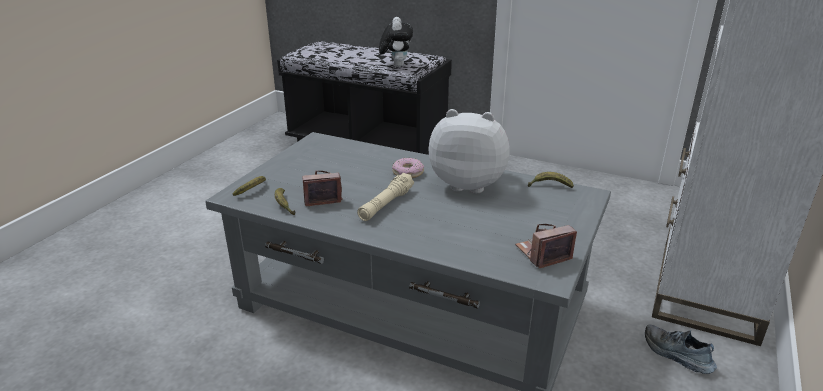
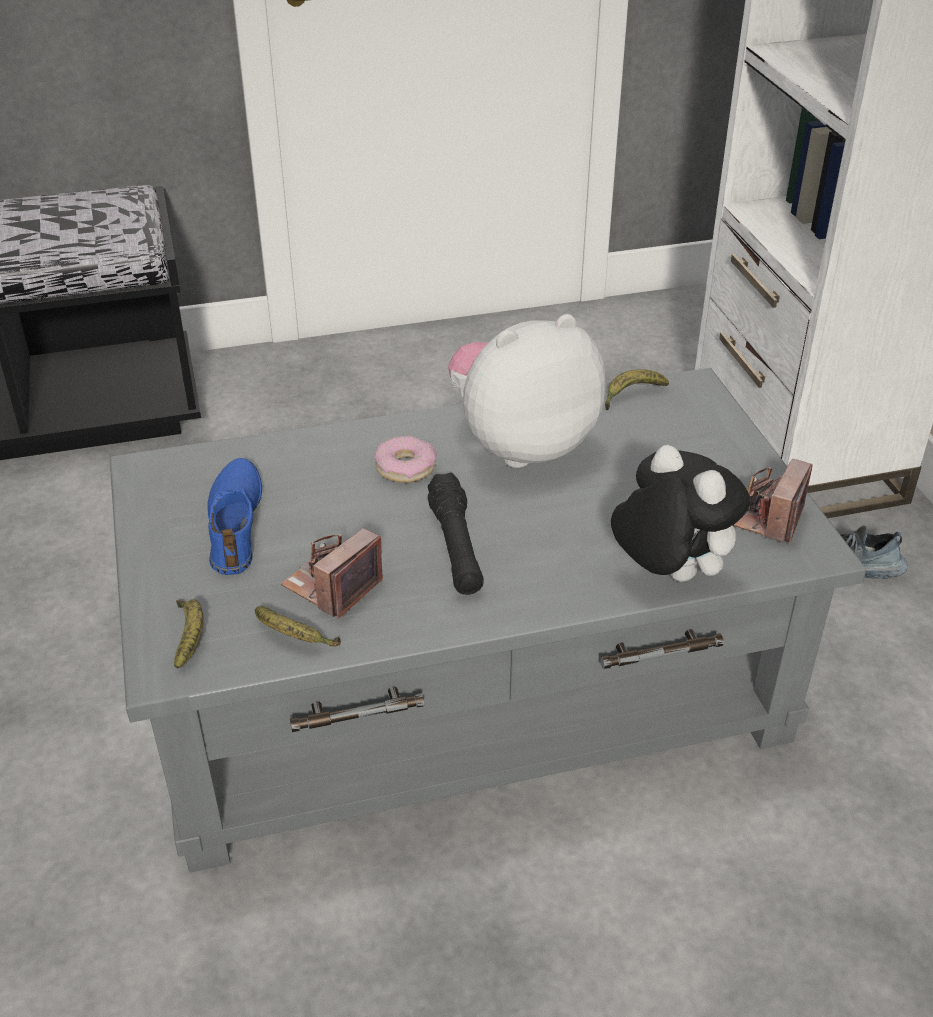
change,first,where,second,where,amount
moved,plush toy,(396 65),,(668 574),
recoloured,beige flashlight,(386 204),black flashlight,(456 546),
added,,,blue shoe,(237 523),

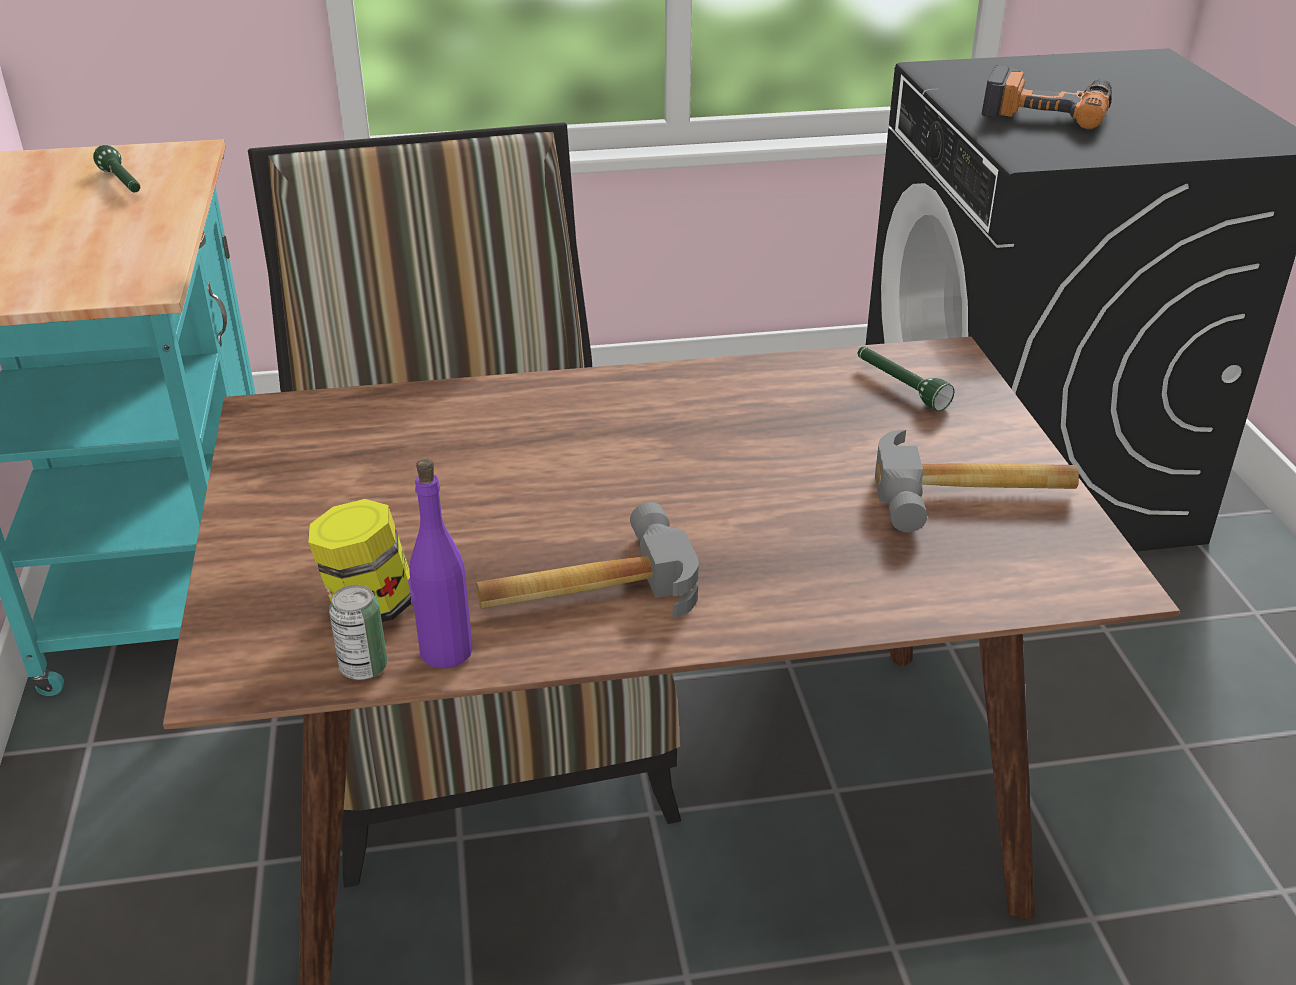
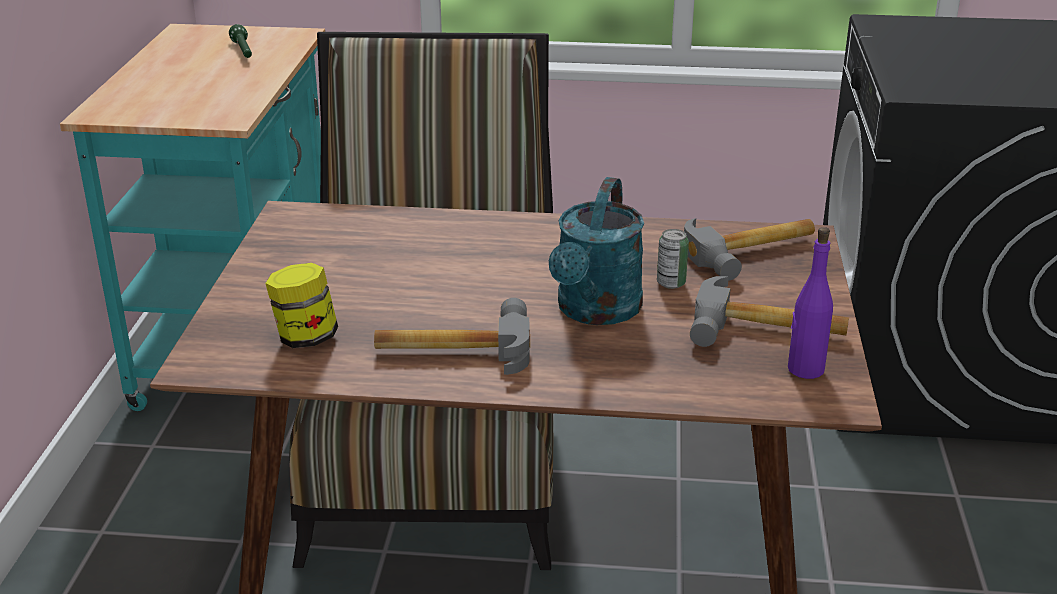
change,first,where,second,where,amount
removed,power drill,(1046 110),,,
replaced,green flashlight,(899 386),hammer,(754 252),
moved,purple bottle,(445 651),,(805 369),
moved,can,(363 667),,(671 283),
added,,,turquoise watering can,(595 312),

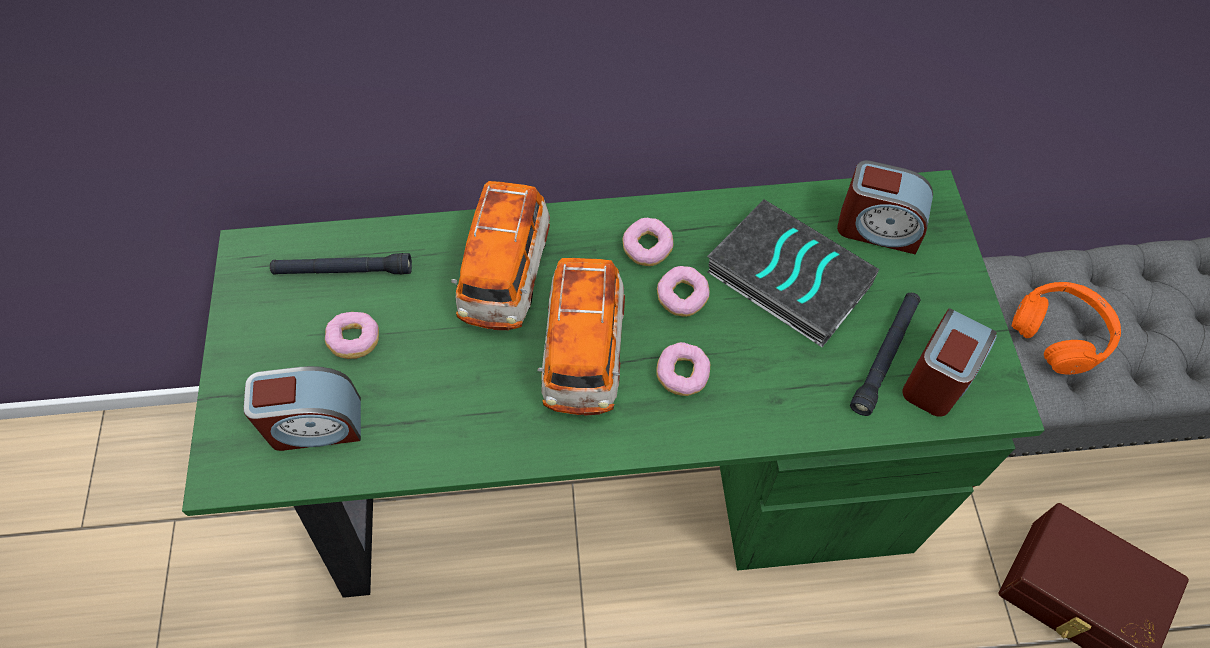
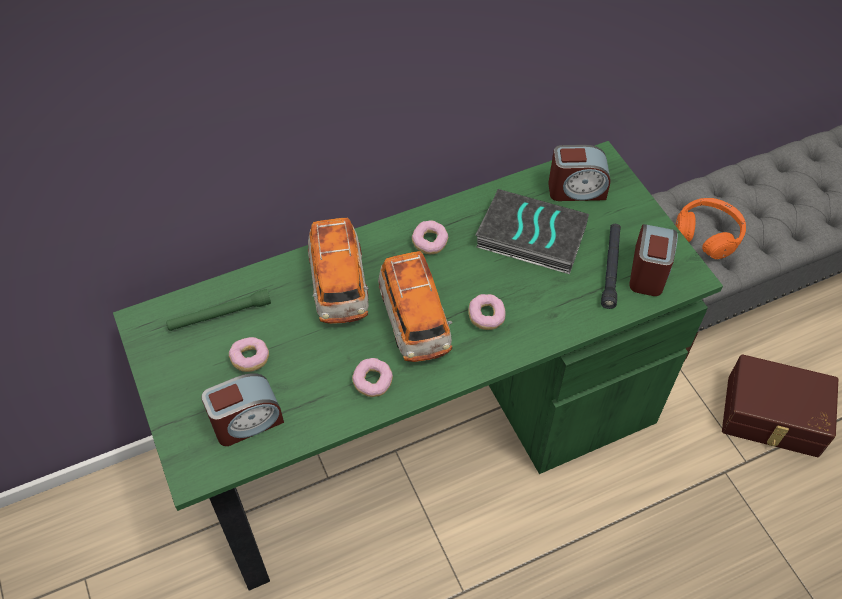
change,first,where,second,where,amount
recoloured,black flashlight,(343 271),green flashlight,(220 315),
moved,donut,(682 297),,(372 382),

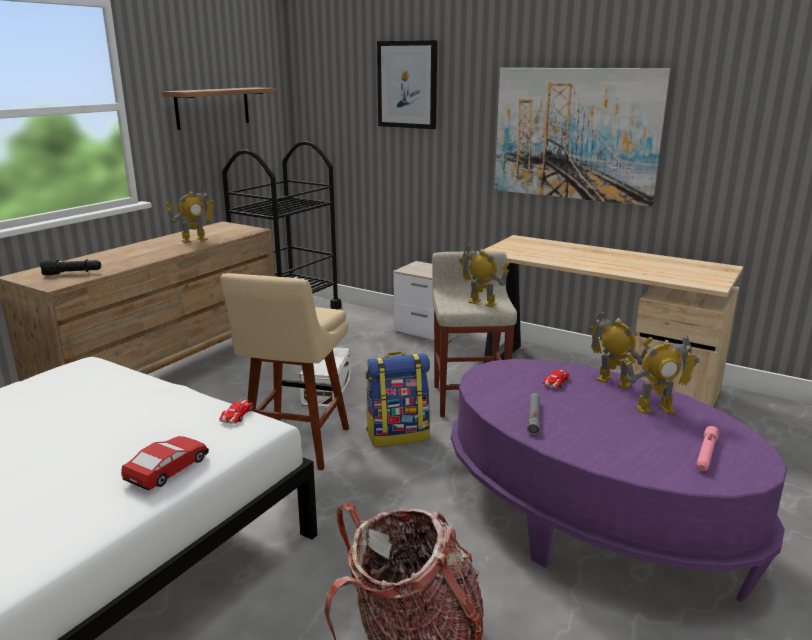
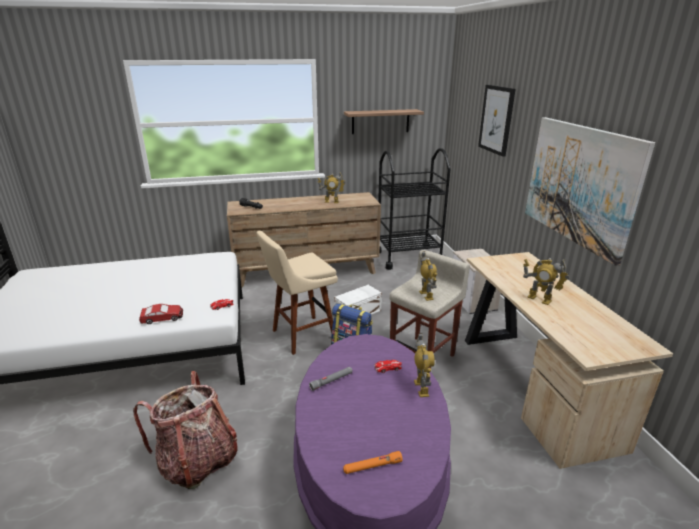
change,first,where,second,where,amount
moved,toy robot,(655 409),,(539 299),
recoloured,pink flashlight,(706 454),orange flashlight,(372 466),

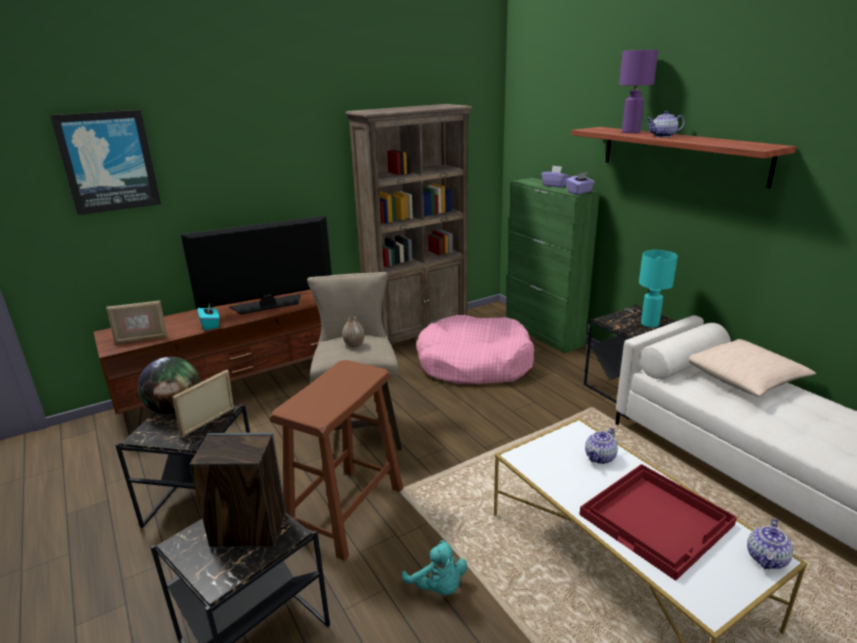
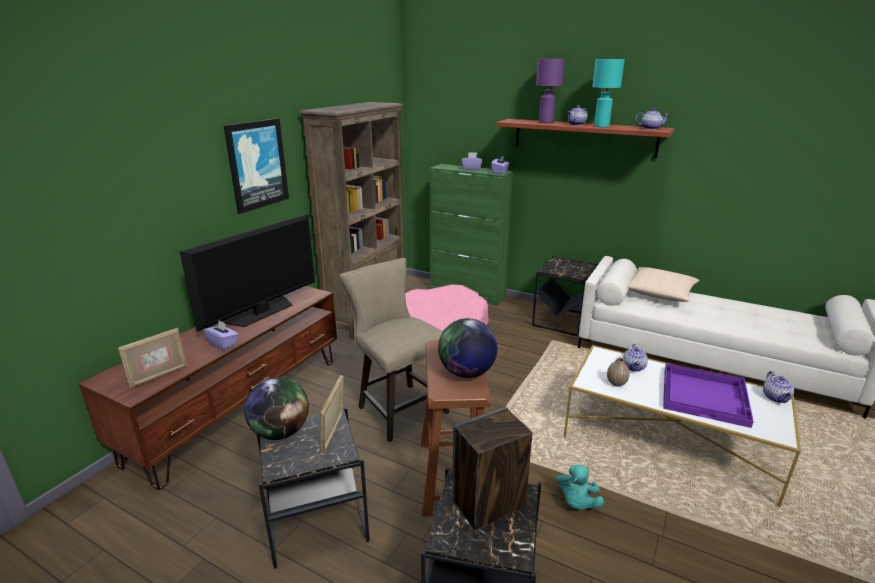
change,first,where,second,where,amount
moved,picture,(108 162),,(257 164),
moved,turquoise table lamp,(649 324),,(601 126),
recoloured,turquoise tissue box,(210 325),purple tissue box,(223 344),
moved,vase,(354 344),,(616 383),
recoloured,red tray,(657 519),purple tray,(705 395),
turned,turquoise plush toy,(438 587),,(577 503),90 degrees clockwise
added,,,teapot,(650 128),
added,,,globe,(466 373),

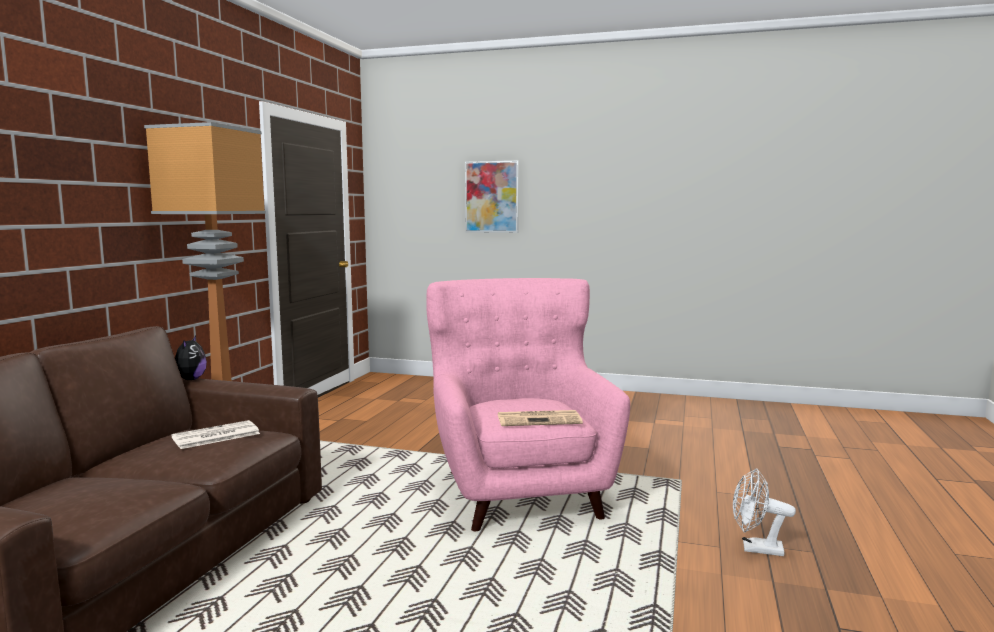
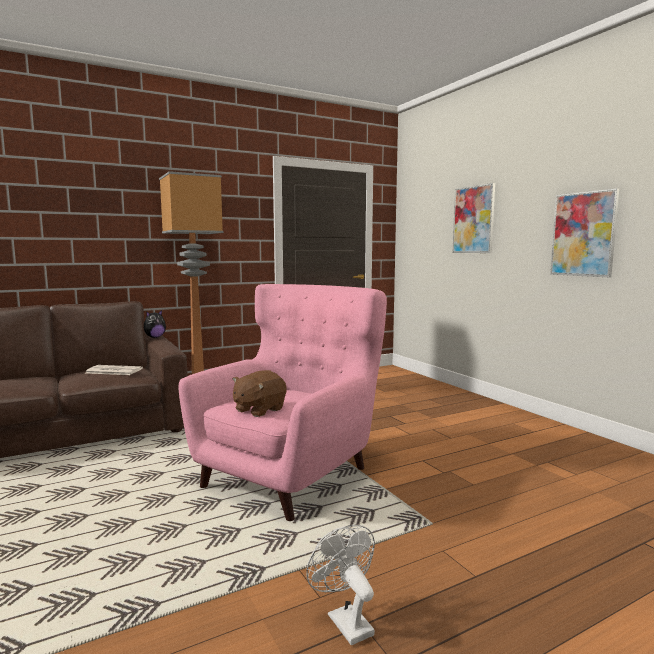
change,first,where,second,where,amount
replaced,newspaper,(540 419),brown plush toy,(259 410),
added,,,picture,(583 234),

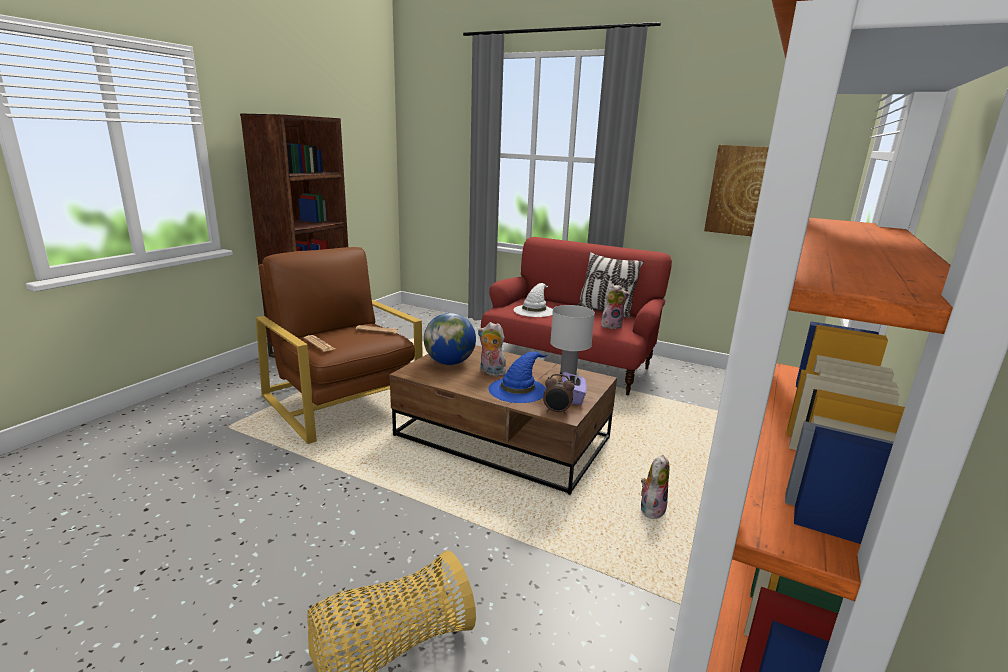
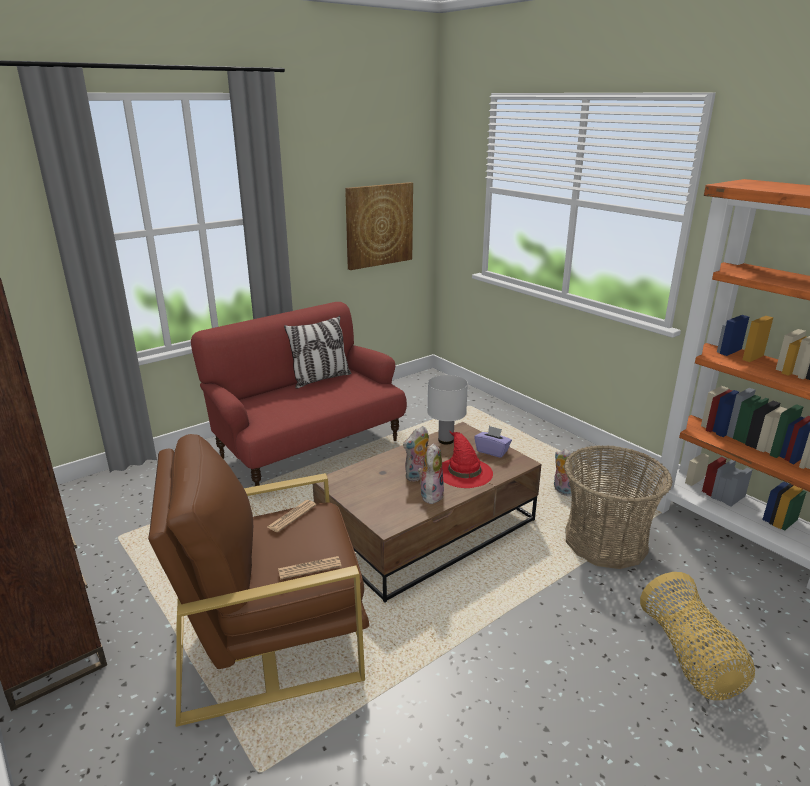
change,first,where,second,where,amount
removed,white hat,(534 310),,,
moved,plush toy,(612 325),,(430 494),
removed,globe,(449 362),,,
recoloured,blue hat,(518 389),red hat,(463 472),
removed,alarm clock,(557 412),,,
added,,,basket,(605 541),

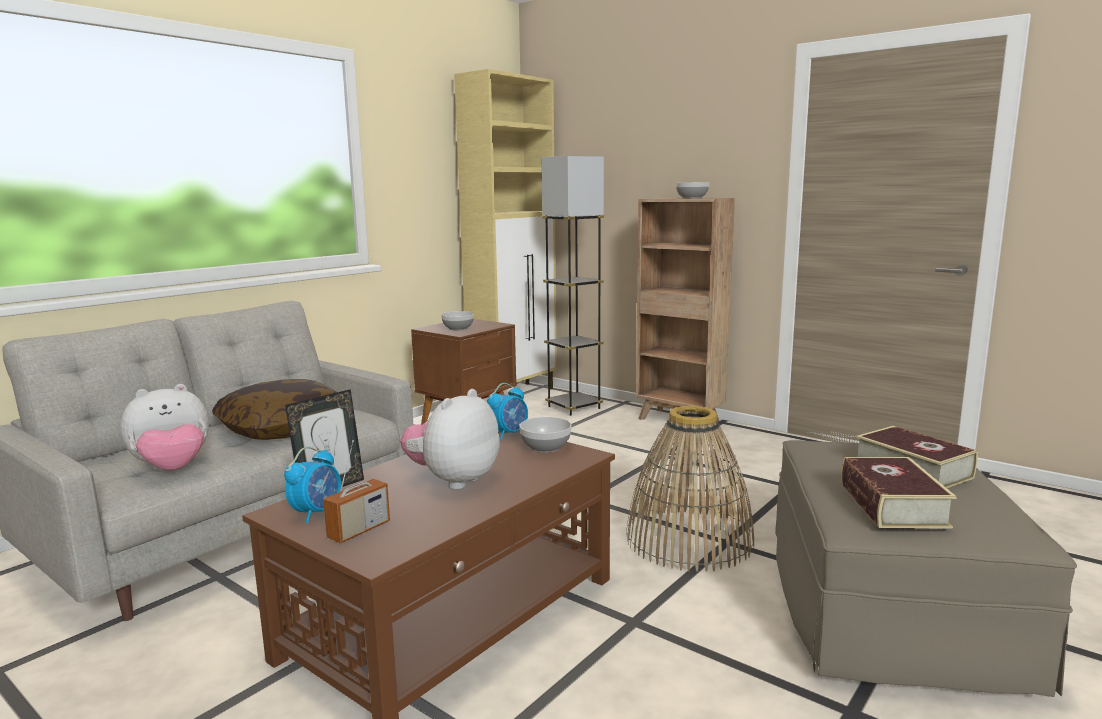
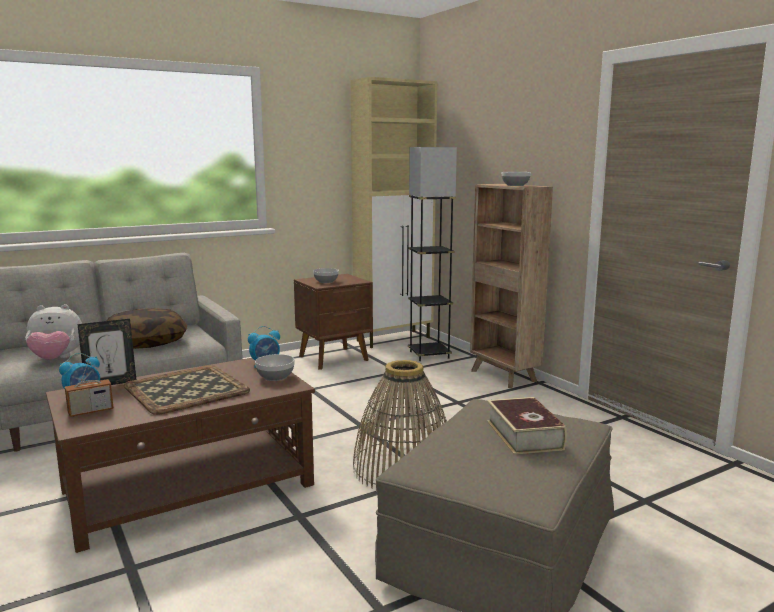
change,first,where,second,where,amount
replaced,plush toy,(453 480),tray,(185 390),
removed,book,(892 505),,,

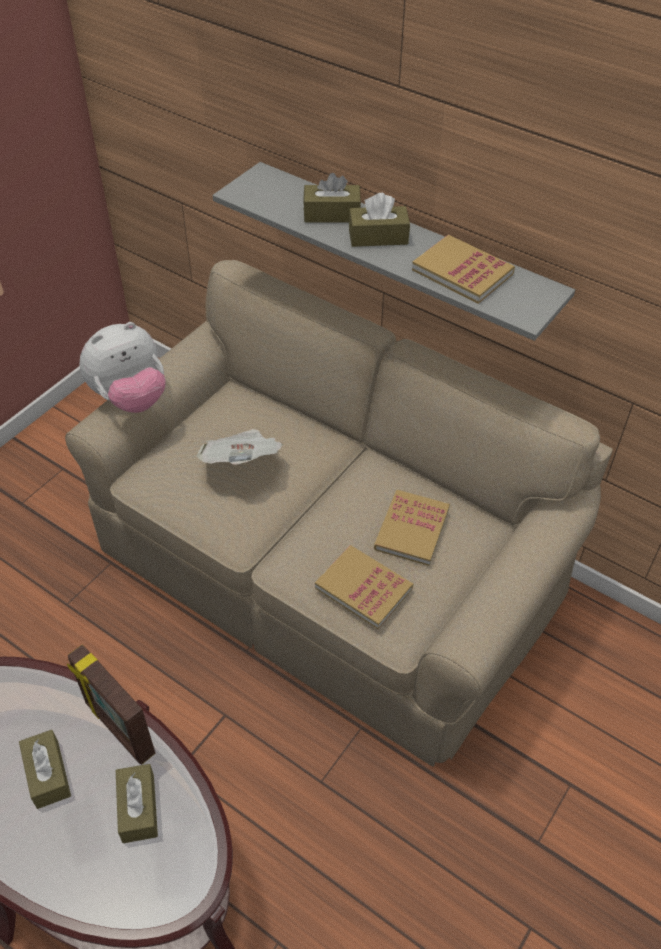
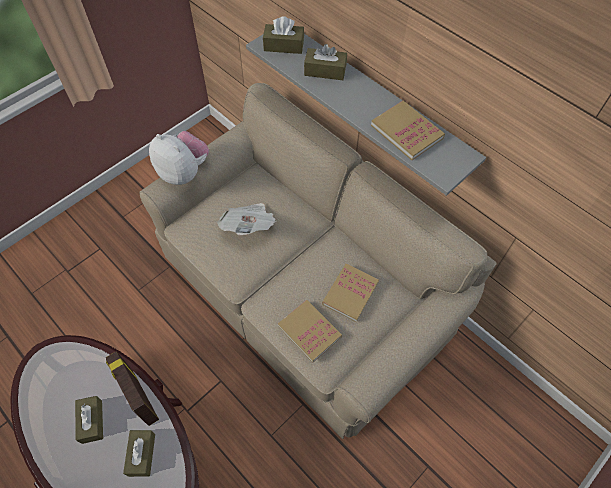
change,first,where,second,where,amount
moved,brown tissue box,(378 237),,(283 46),
turned,plush toy,(130 398),,(184 172),120 degrees counterclockwise

